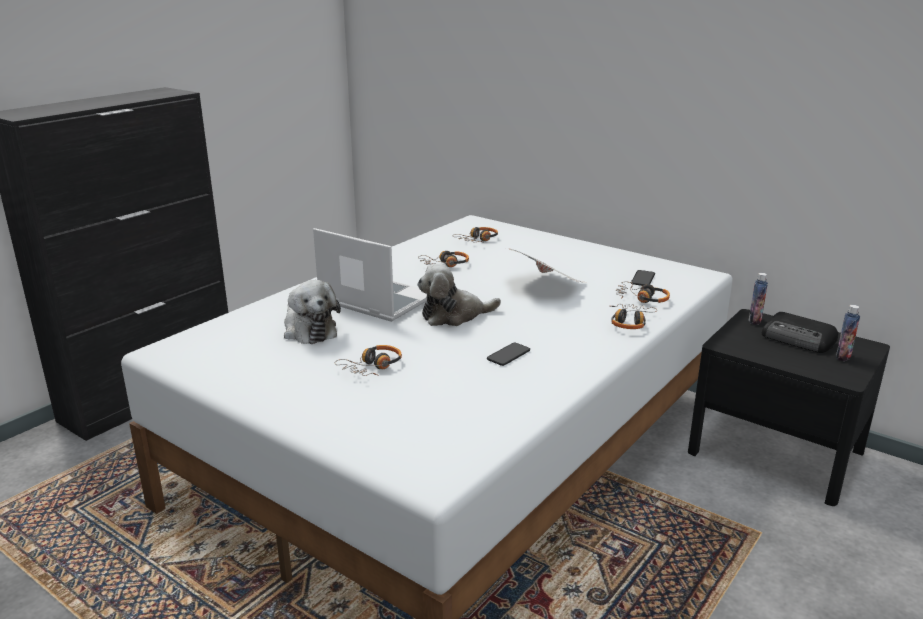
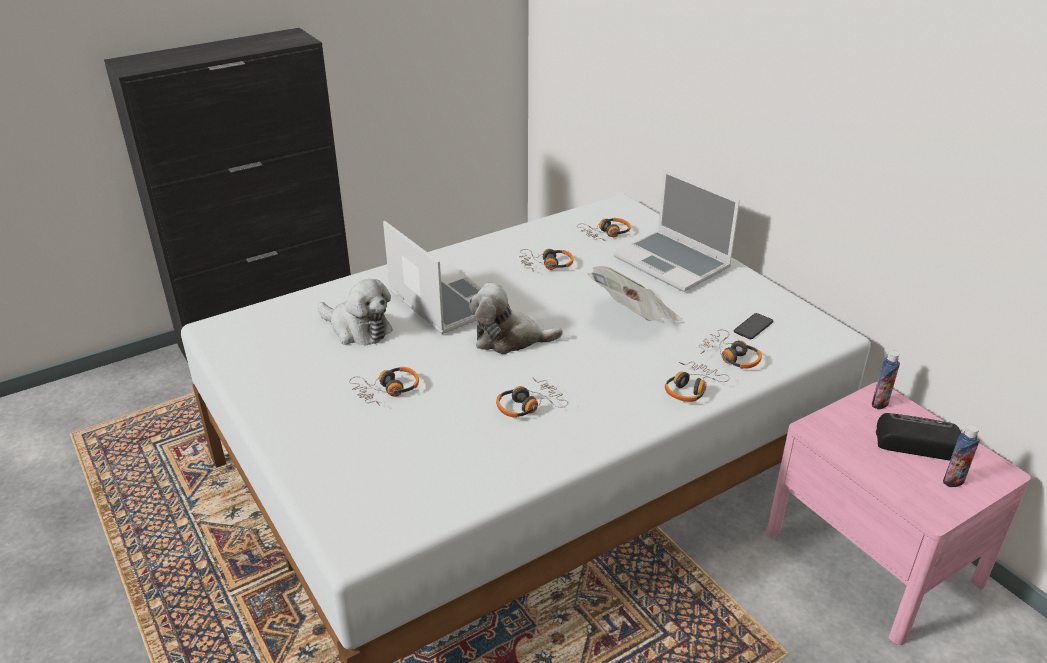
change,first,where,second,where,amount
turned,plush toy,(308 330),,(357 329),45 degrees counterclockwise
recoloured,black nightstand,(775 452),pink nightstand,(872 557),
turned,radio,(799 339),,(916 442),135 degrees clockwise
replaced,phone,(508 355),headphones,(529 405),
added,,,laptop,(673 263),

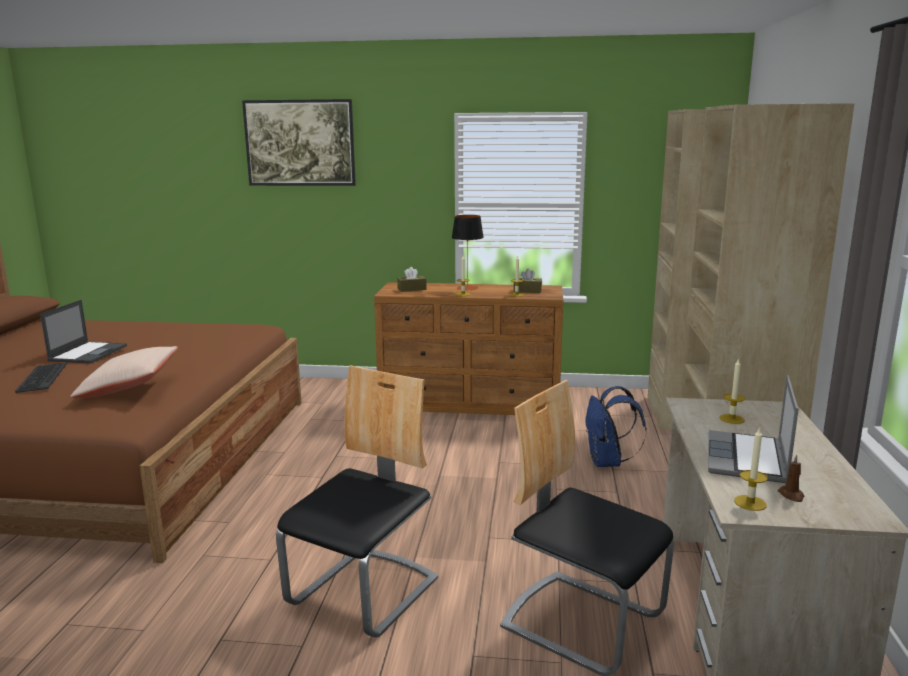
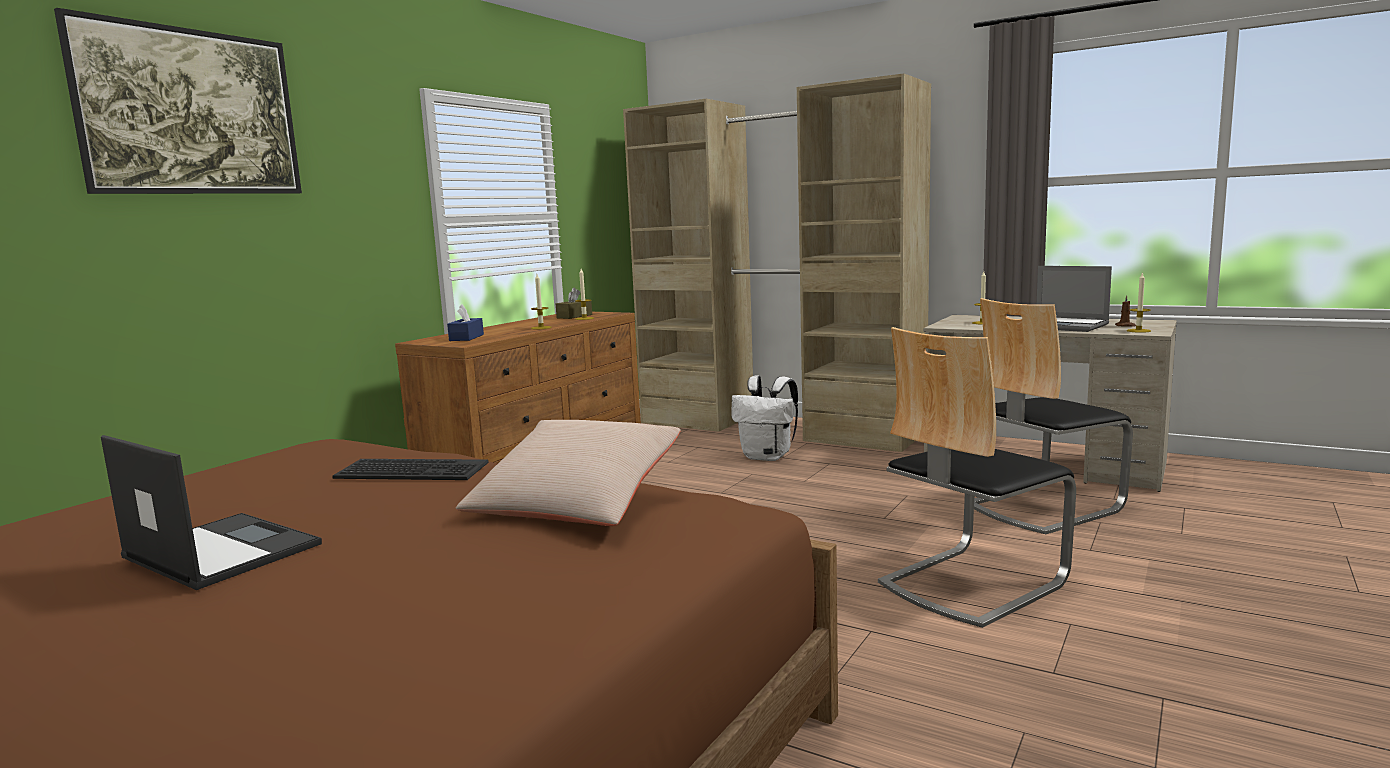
change,first,where,second,where,amount
removed,table lamp,(467 288),,,
recoloured,brown tissue box,(412 289),blue tissue box,(466 338),
moved,keyboard,(41 378),,(411 472),
turned,chair,(365 592),,(970 583),90 degrees counterclockwise
recoloured,blue backpack,(607 462),white backpack,(768 457),

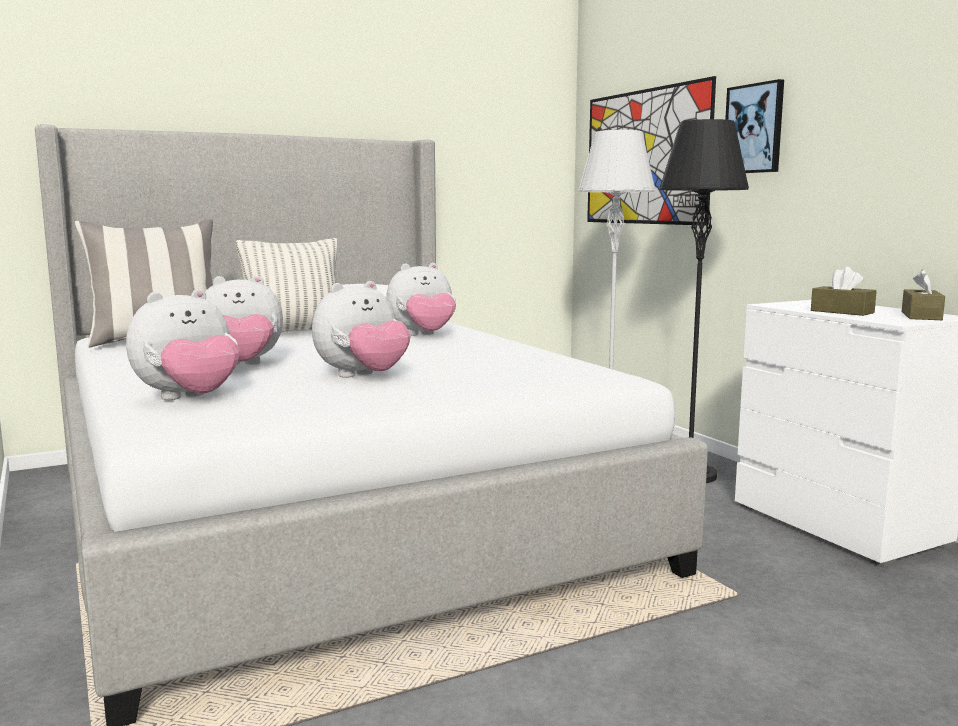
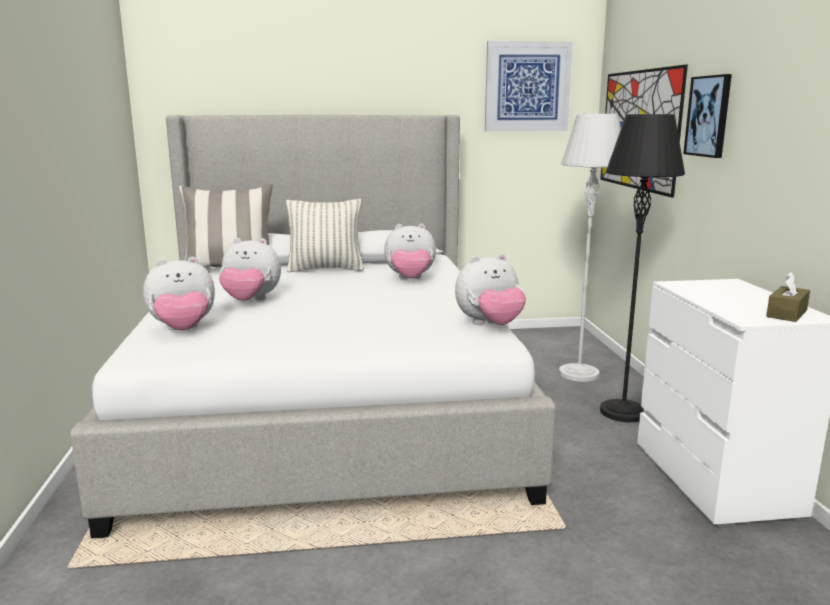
change,first,where,second,where,amount
removed,brown tissue box,(842 312),,,
moved,plush toy,(363 377),,(490 325),
added,,,picture,(527 87),

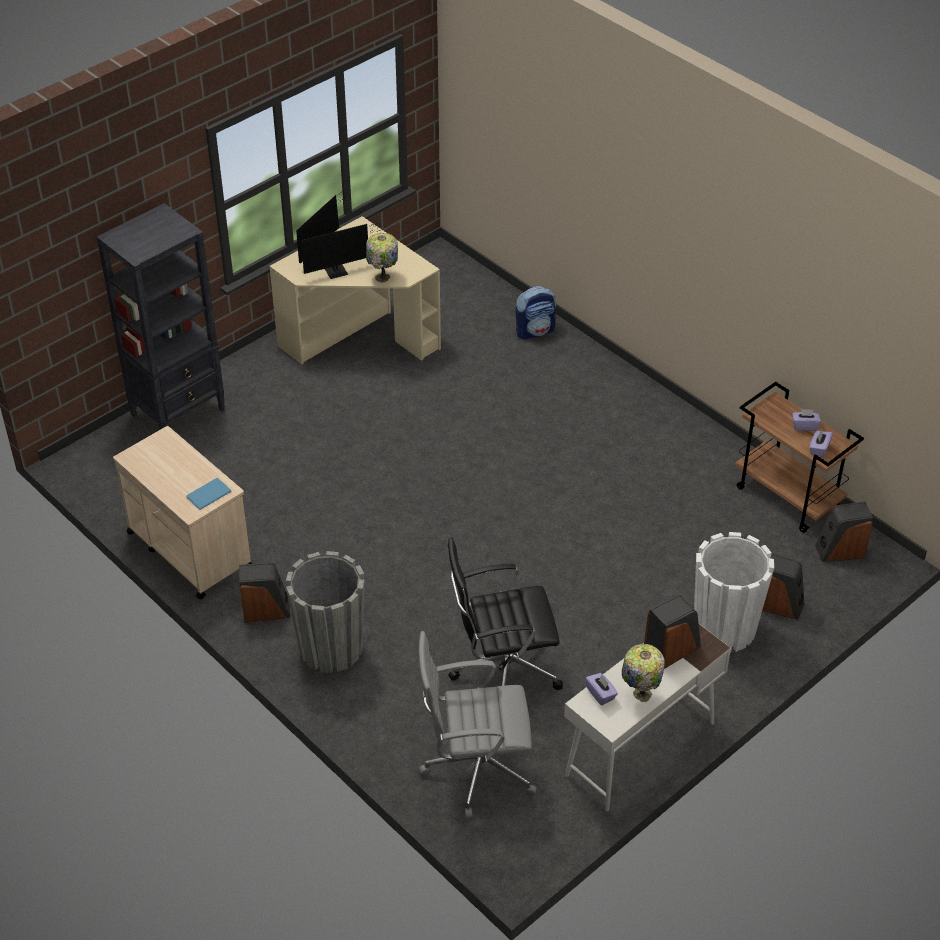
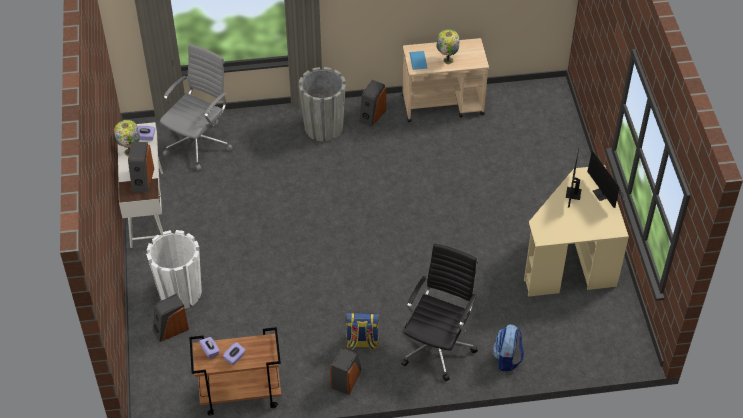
change,first,where,second,where,amount
removed,black bookcase,(179 412),,,
moved,table lamp,(382 278),,(447 60),
moved,speaker,(840 550),,(346 379),
moved,black office chair,(502 670),,(438 345),
added,,,backpack,(362 342),

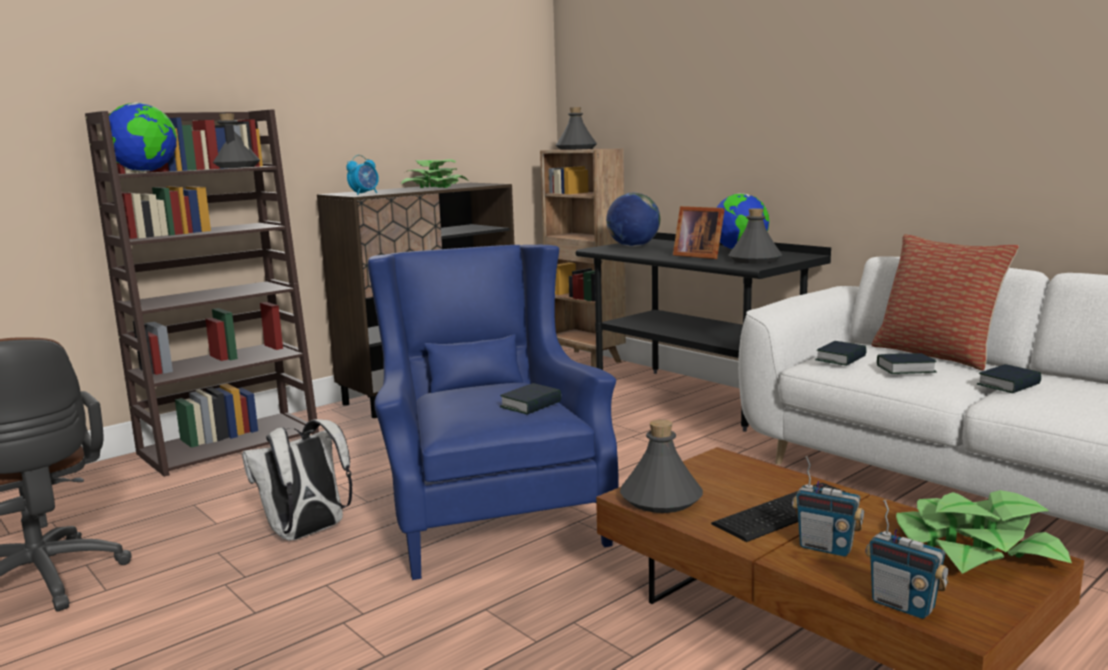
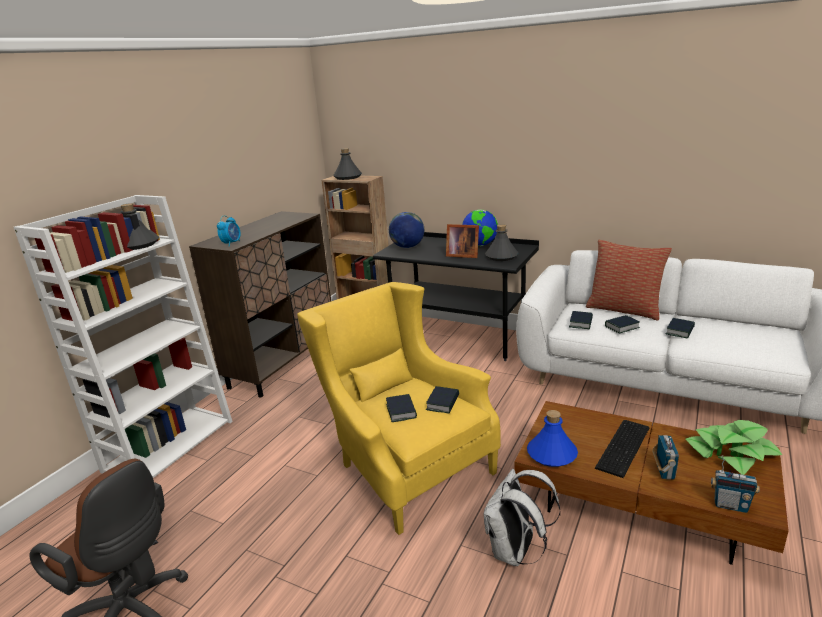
change,first,where,second,where,amount
removed,globe,(145 172),,,
recoloured,brown bookcase,(231 443),white bookcase,(170 444),
removed,potted plant,(434 187),,,
recoloured,blue armchair,(489 513),yellow armchair,(404 465),
moved,white backpack,(306 533),,(515 552),
recoloured,grey bottle,(661 499),blue bottle,(552 454),
turned,radio,(826 547),,(664 471),90 degrees counterclockwise
added,,,book,(401 411),

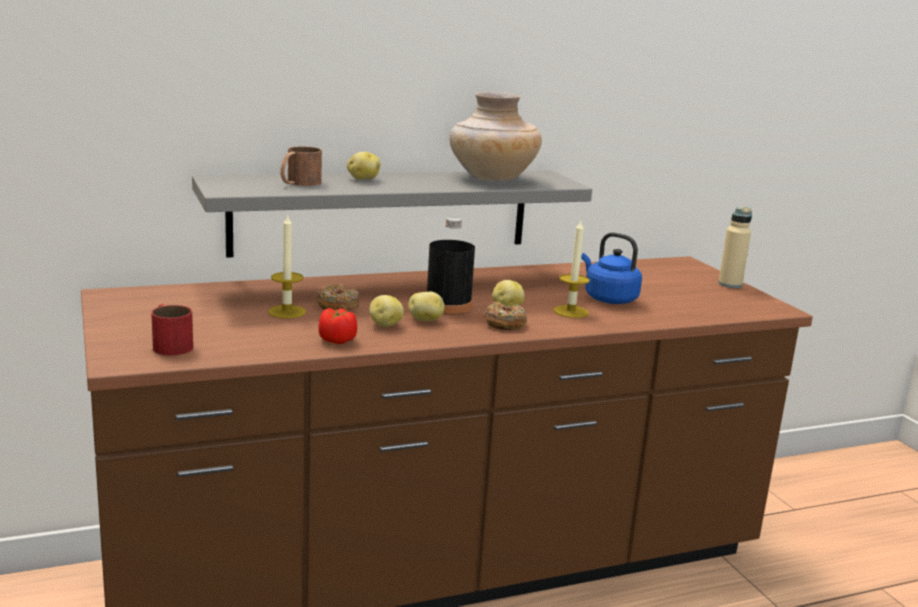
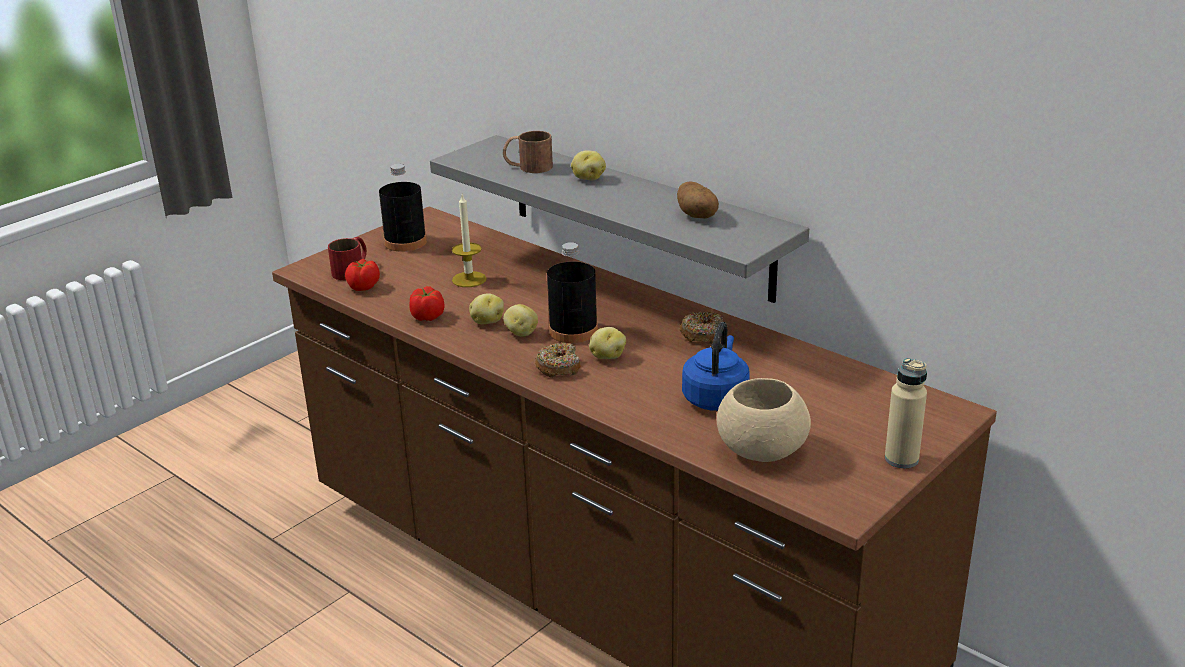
change,first,where,second,where,amount
replaced,beige vase,(492 178),potato,(698 216),
removed,candle,(571 311),,,
moved,donut,(337 306),,(702 334),
added,,,black bottle,(405 242),
added,,,tomato,(363 287),
added,,,beige bowl,(760 449),

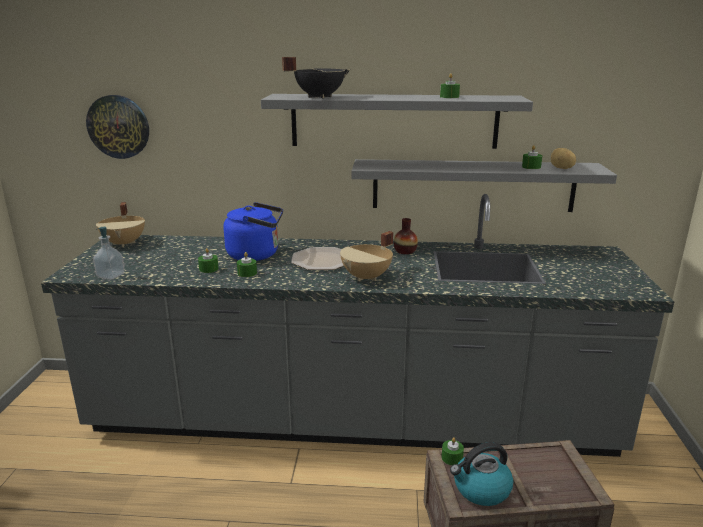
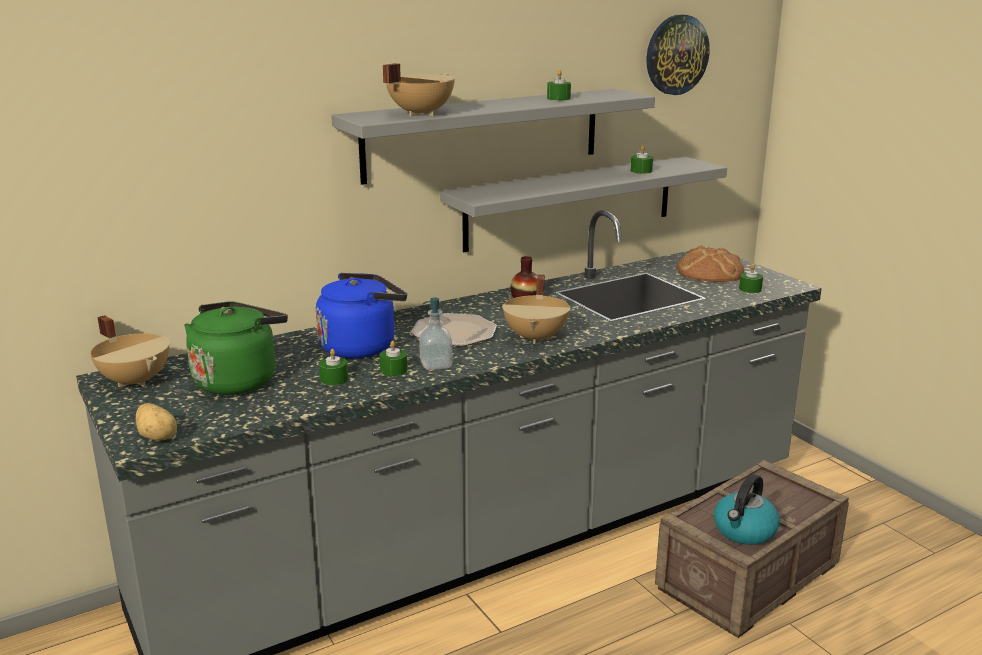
change,first,where,second,where,amount
recoloured,black cooking pot,(319 97),beige cooking pot,(419 114),
moved,wall clock,(118 126),,(676 55),
moved,potato,(561 168),,(158 437),
moved,soap dispenser,(111 276),,(436 365),
moved,green candle,(452 458),,(750 289),
added,,,bread,(709 271),
added,,,green kettle,(238 380),

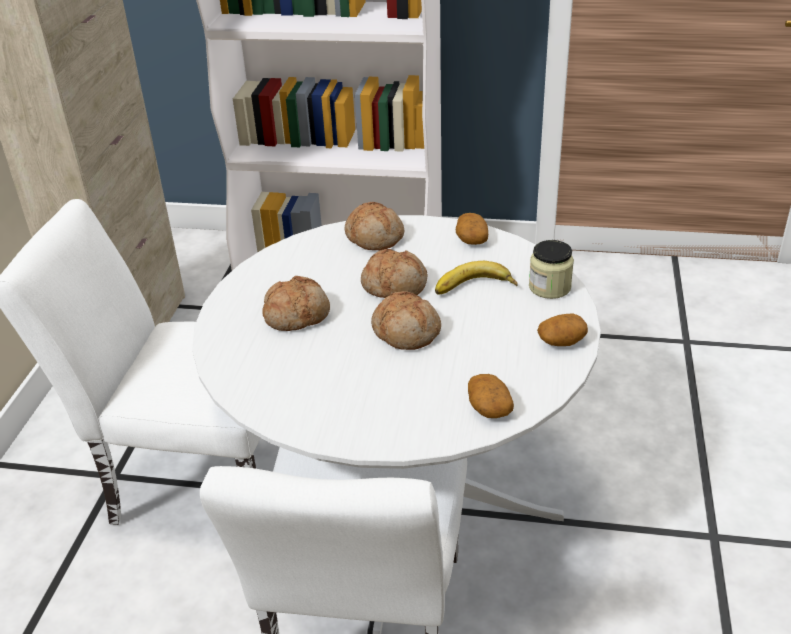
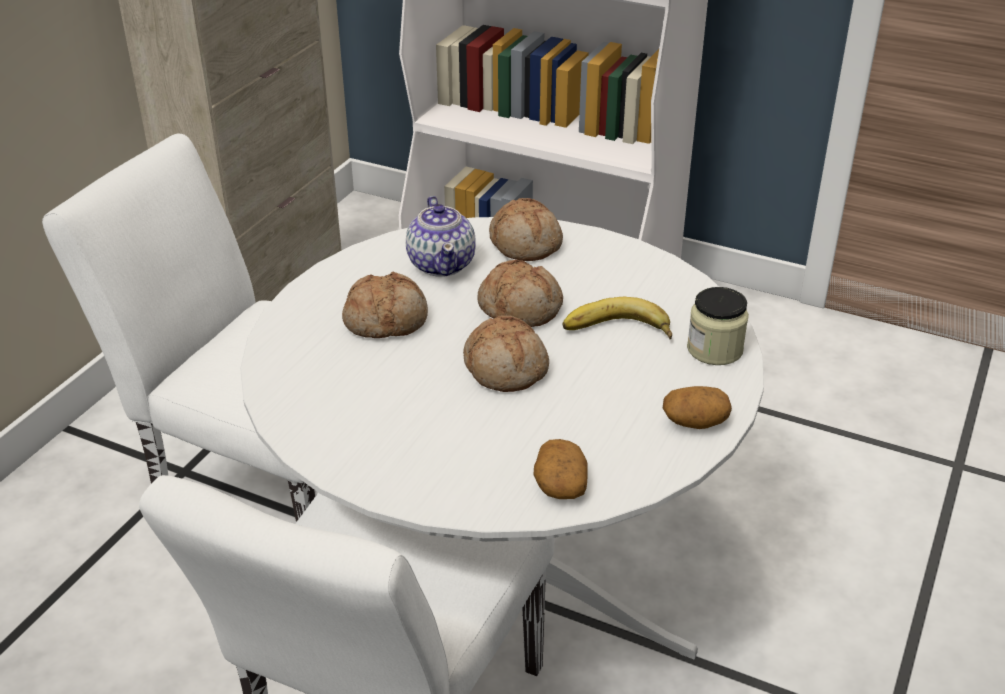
change,first,where,second,where,amount
removed,potato,(471 239),,,
added,,,teapot,(442 264),

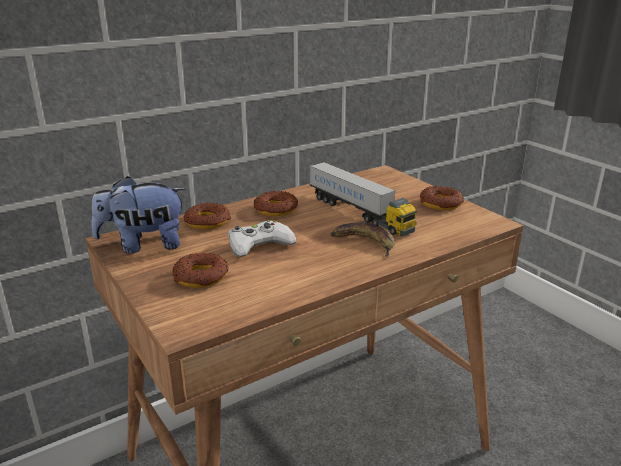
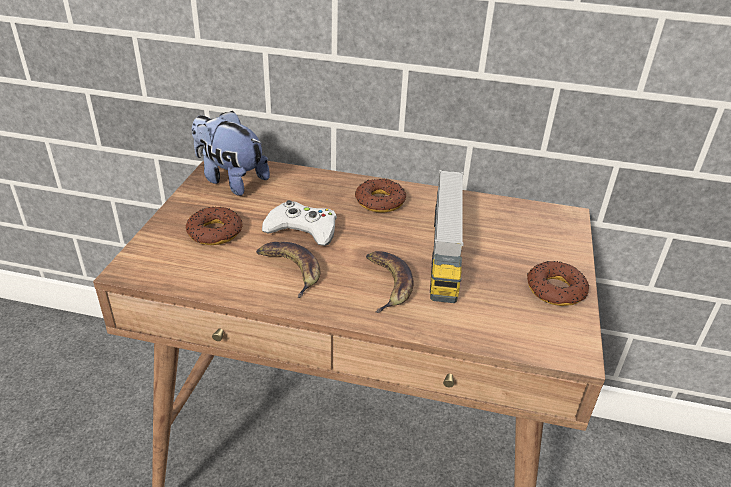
change,first,where,second,where,amount
removed,donut,(207 222),,,
added,,,banana,(290 269),

